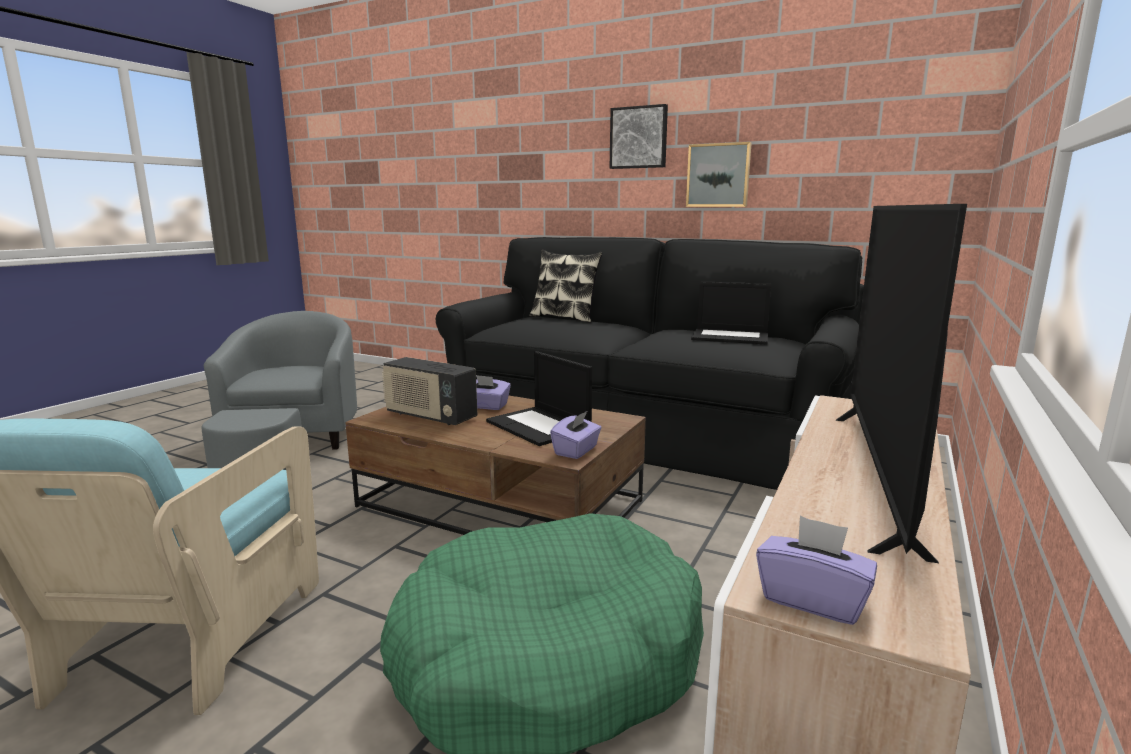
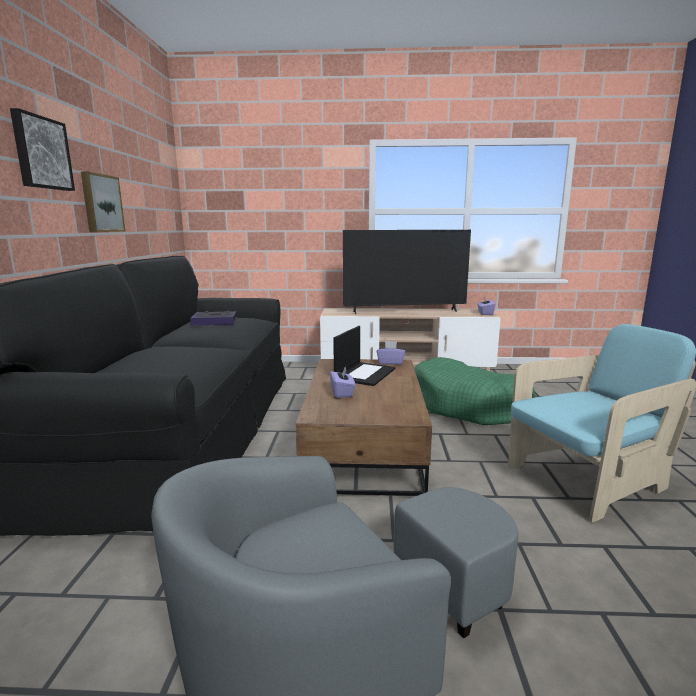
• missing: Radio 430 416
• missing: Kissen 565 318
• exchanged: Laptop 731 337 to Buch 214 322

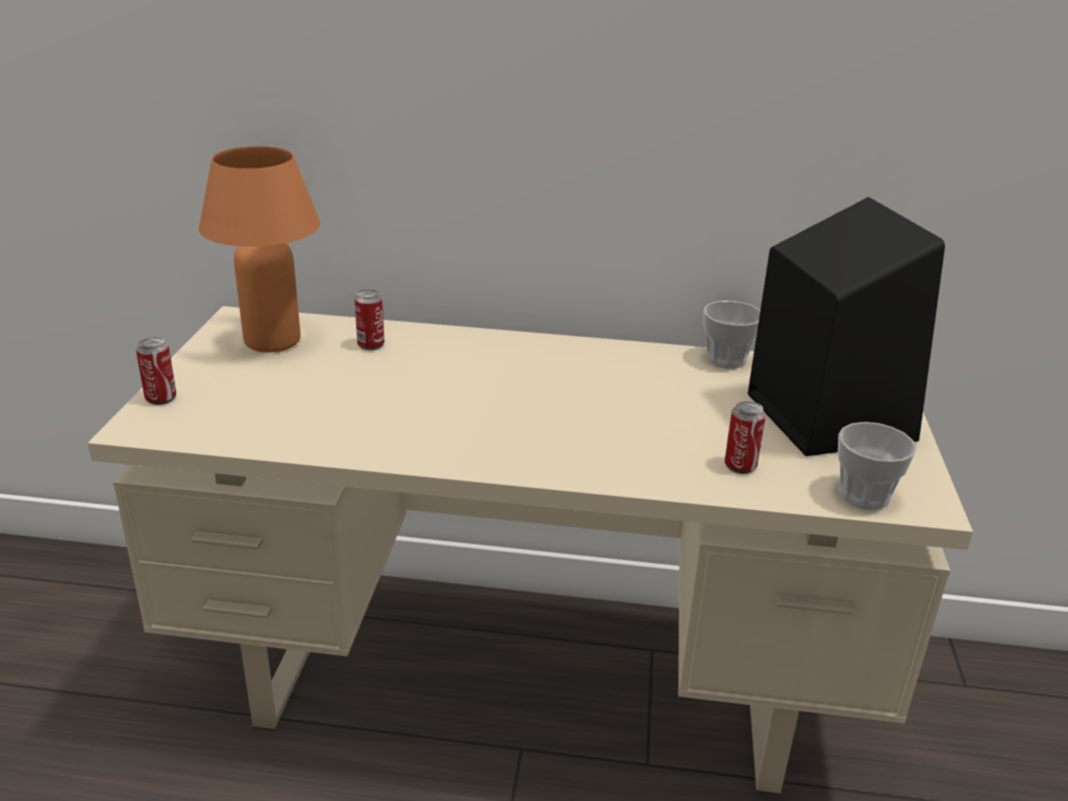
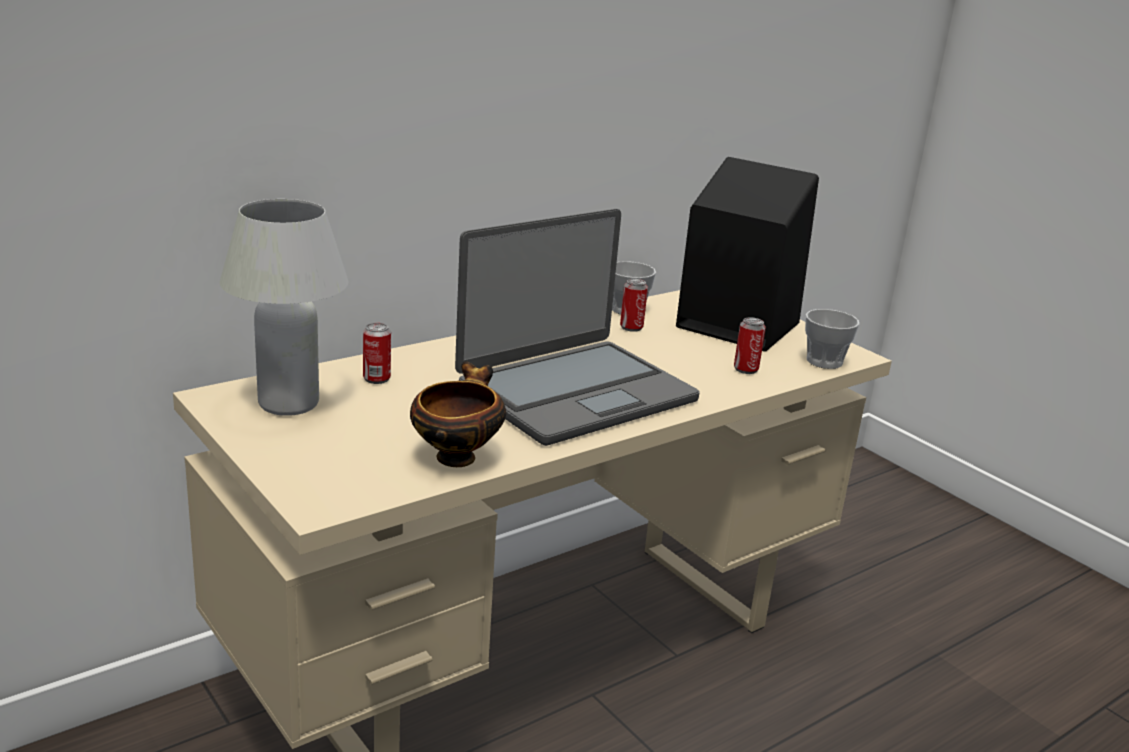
• relocated: Dose 161 398 to 631 327
• colour: Tischlampe/orange 272 341 to Tischlampe/weiß 289 404
• appeared: Schüssel 456 456
• appeared: Laptop 575 392

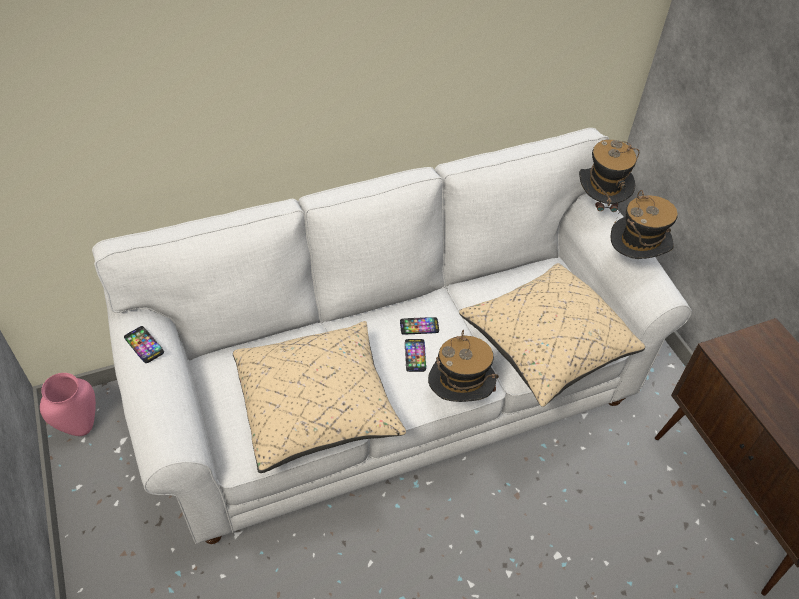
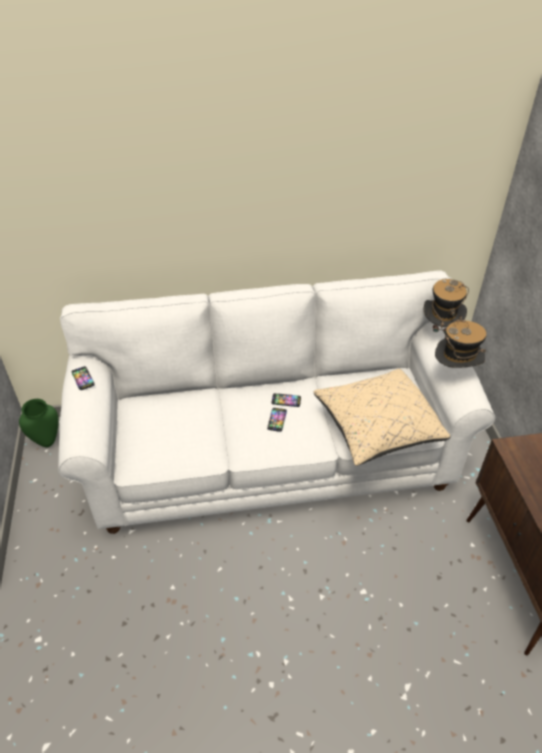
• colour: Vase/rosa 80 427 to Vase/grün 47 441
• missing: Kissen/beige 317 407
• missing: Hut 459 397

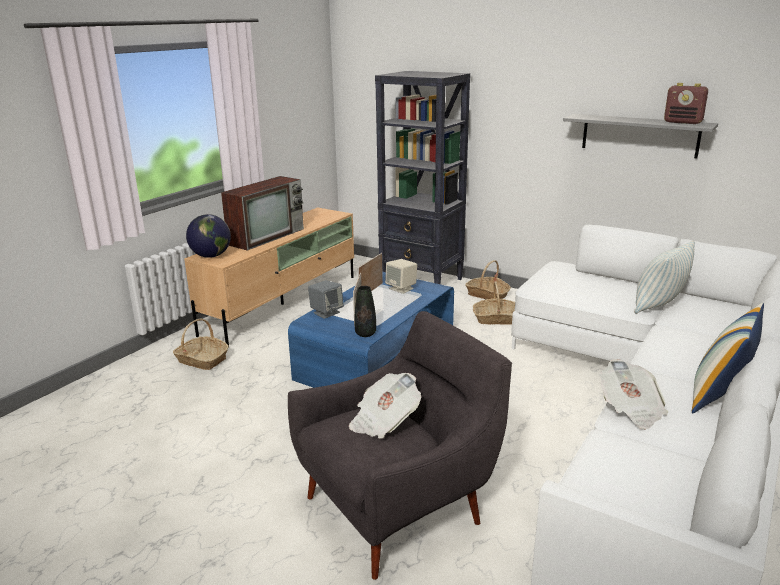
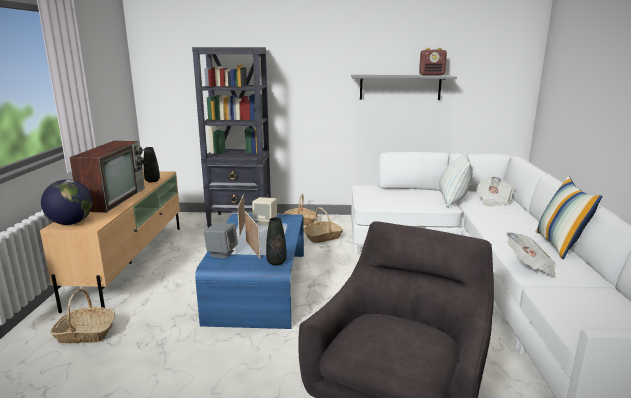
• relocated: Zeitung 384 421 to 492 201
• appeared: Vase/schwarz 152 181

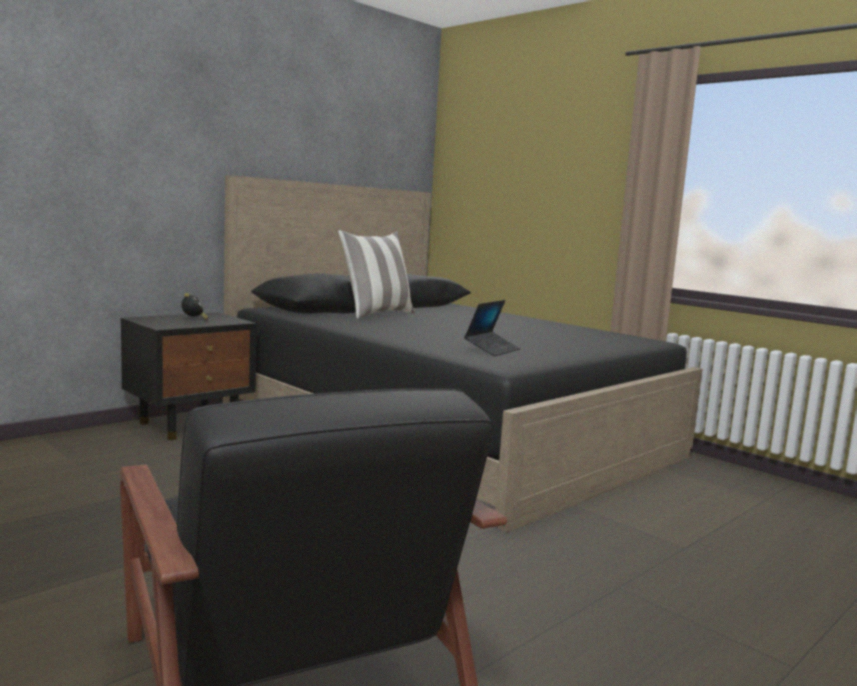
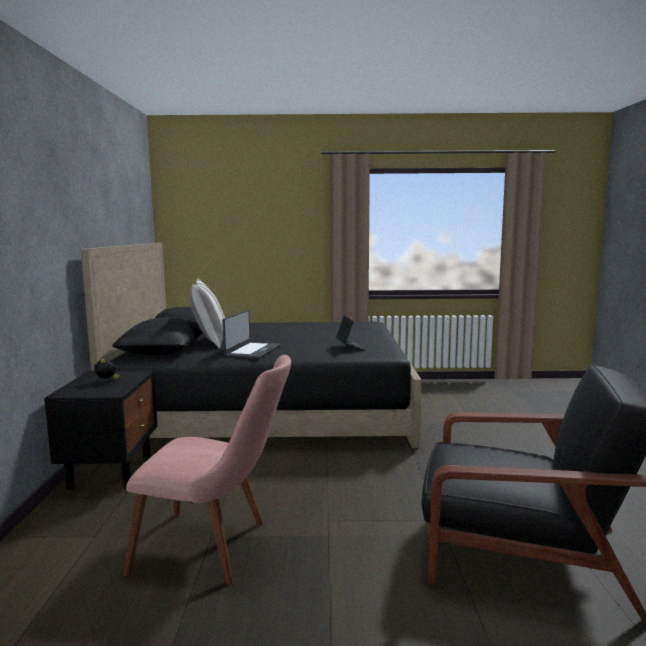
• appeared: Stuhl/rosa 217 547
• appeared: Laptop 252 351

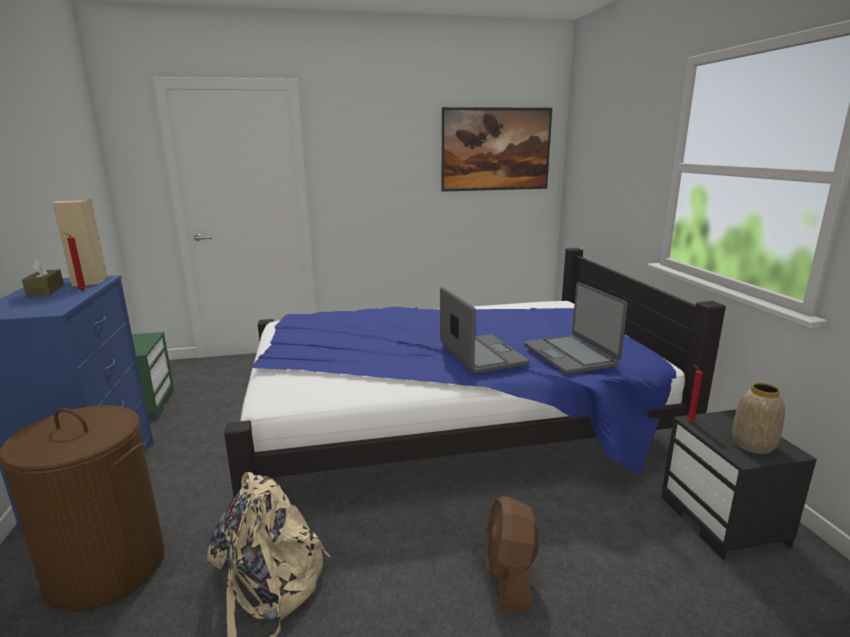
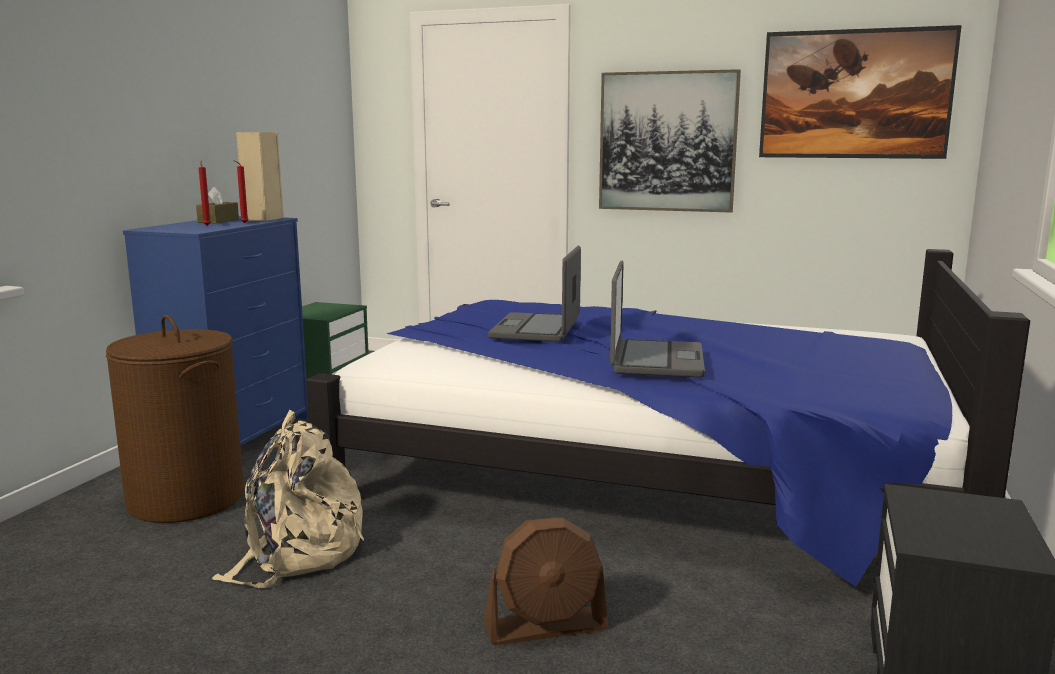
• spun: Ventilator/braun 509 577 = 546 627 135 degrees counterclockwise
• relocated: Laptop 570 355 to 537 329
• relocated: Kerze/rot 689 421 to 207 225
• missing: Vase 752 445
• appeared: Bild 667 142

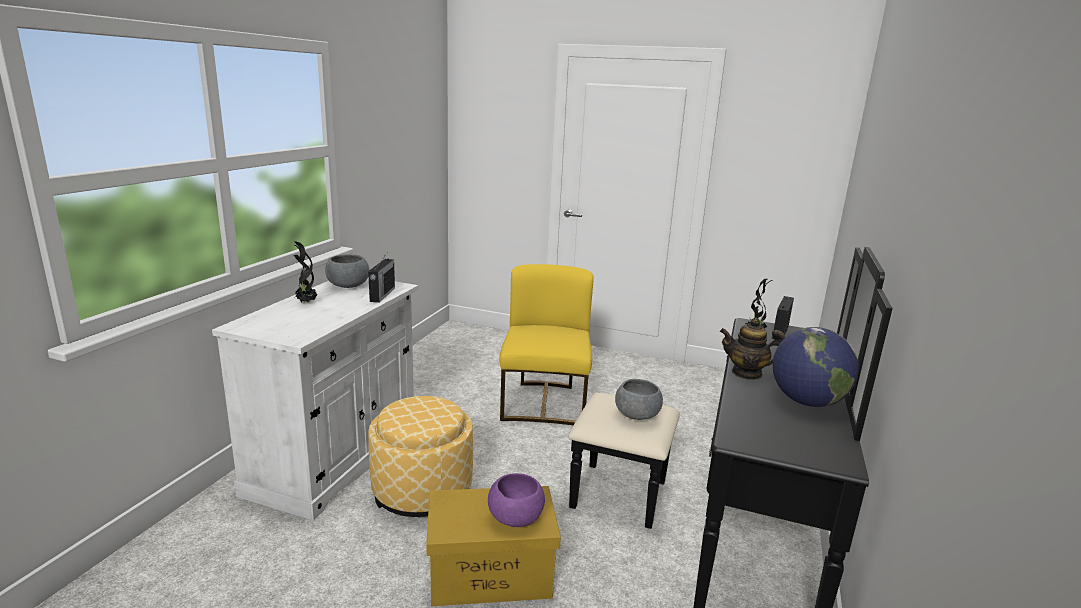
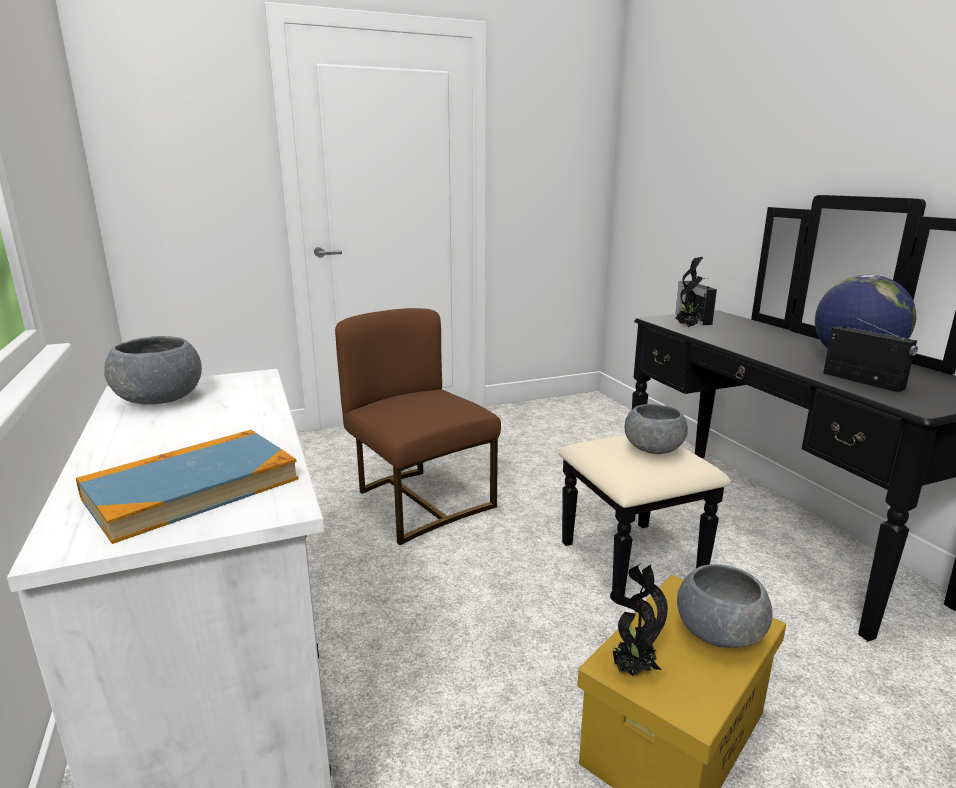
• relocated: Topfpflanze 305 302 to 632 670
• relocated: Radio 382 295 to 864 381
• missing: Polsterhocker 422 491
• colour: Schüssel/lila 516 518 to Schüssel/grau 719 633
• colour: Stuhl/gelb 544 403 to Stuhl/braun 419 501
• missing: Teekanne 747 373
• appeared: Buch 192 488

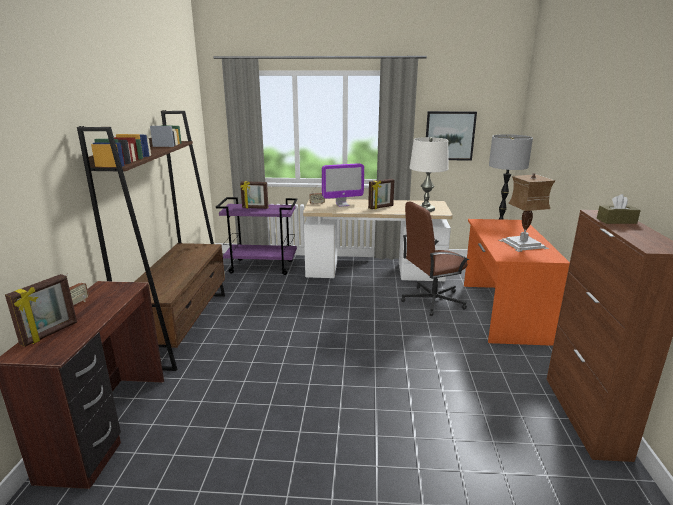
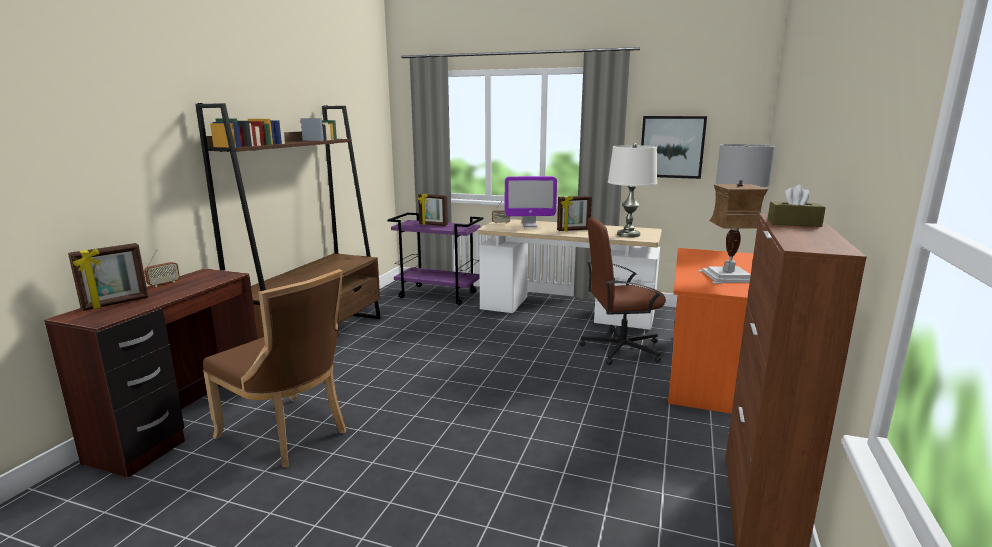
• appeared: Stuhl/braun 288 434

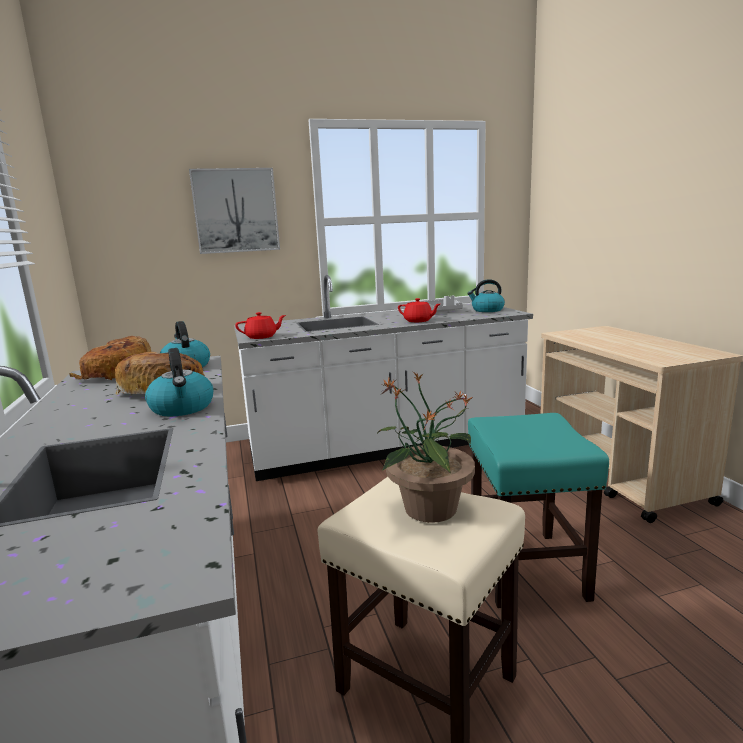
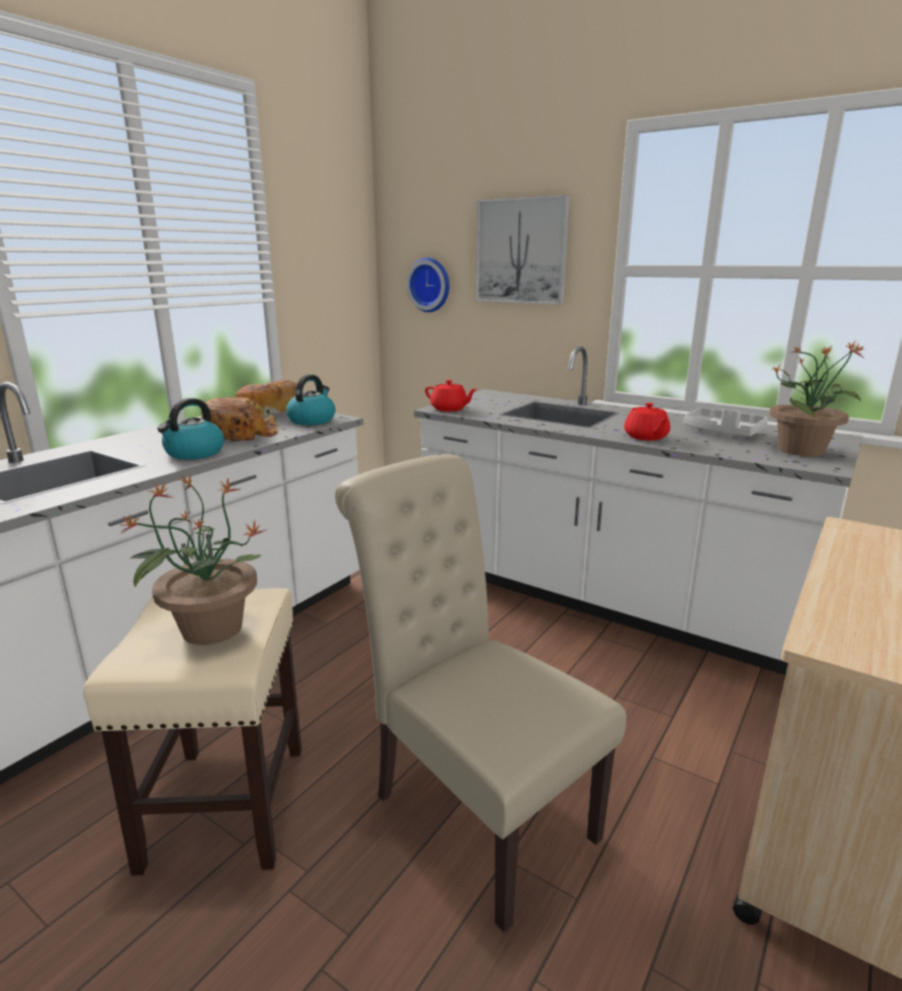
• exchanged: Wasserkessel 487 310 to Topfpflanze 802 450
• exchanged: Hocker/türkis 525 566 to Stuhl/beige 473 809
• appeared: Wanduhr 430 285

